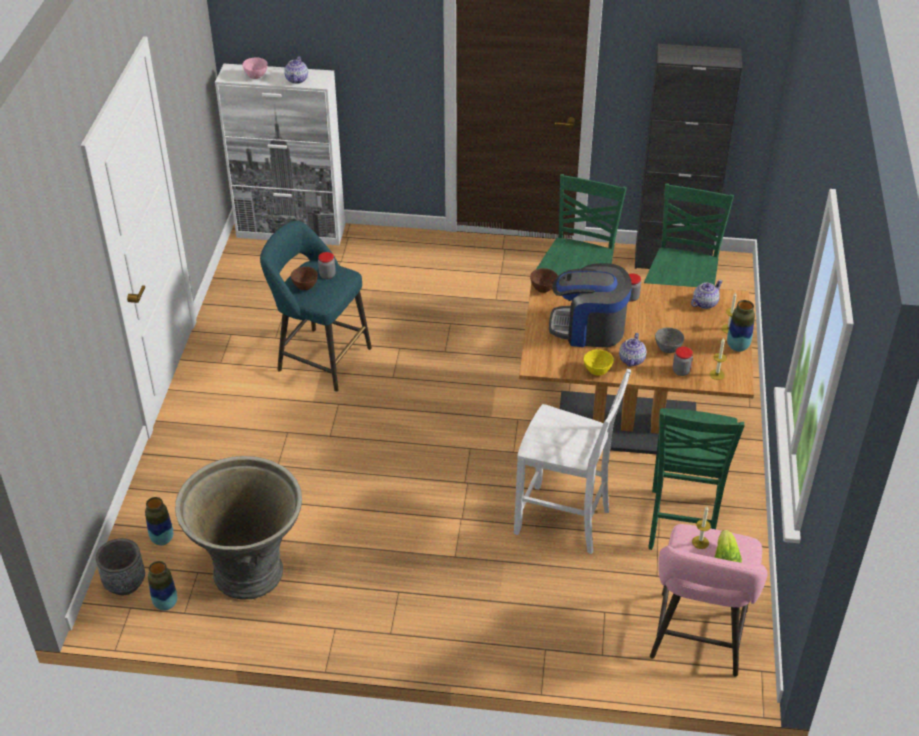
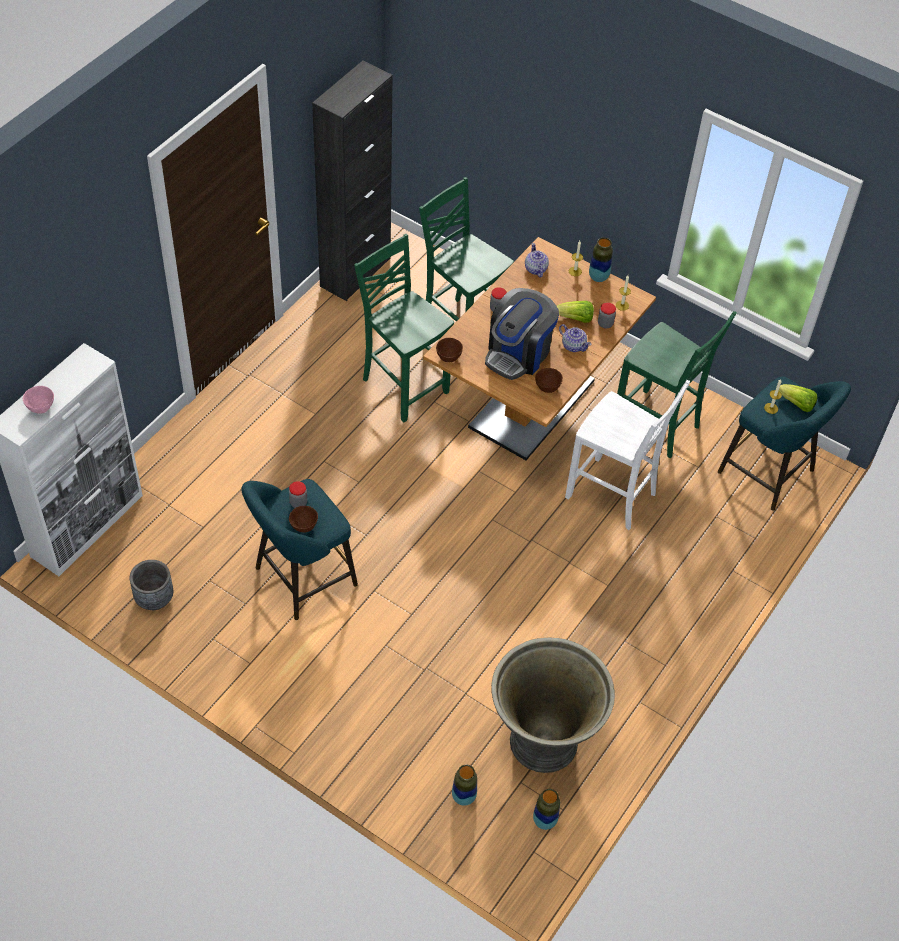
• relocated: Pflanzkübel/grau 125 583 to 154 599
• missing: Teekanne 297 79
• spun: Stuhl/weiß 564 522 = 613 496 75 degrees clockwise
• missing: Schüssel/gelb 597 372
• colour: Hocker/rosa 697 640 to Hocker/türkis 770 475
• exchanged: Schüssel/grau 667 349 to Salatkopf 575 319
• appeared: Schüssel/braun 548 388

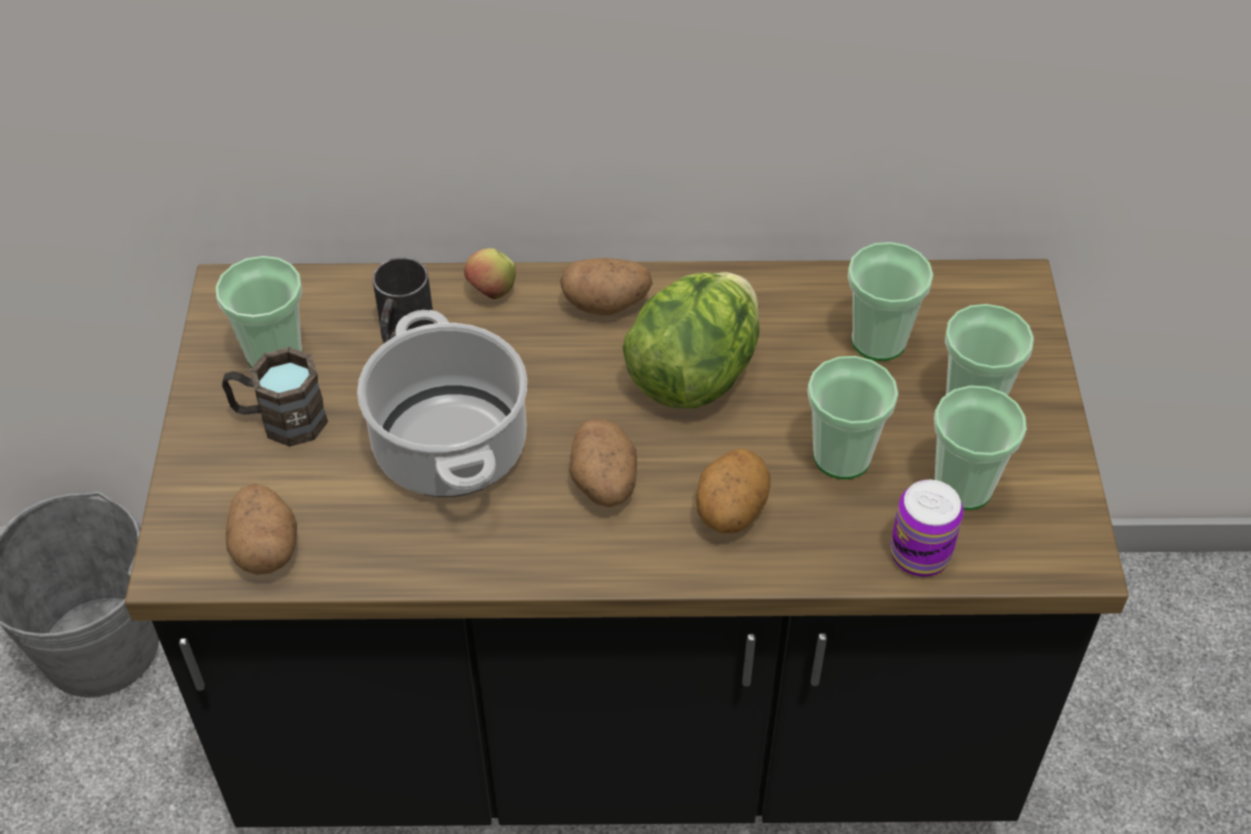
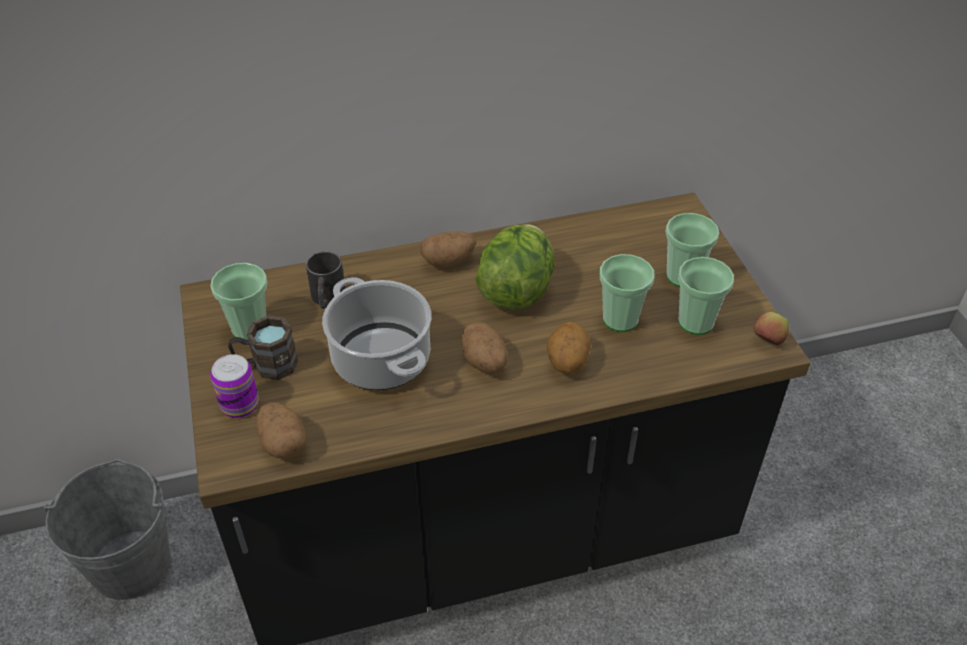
• relocated: Apfel 491 292 to 768 341
• missing: Tasse 878 341
• relocated: Dose 920 554 to 240 404

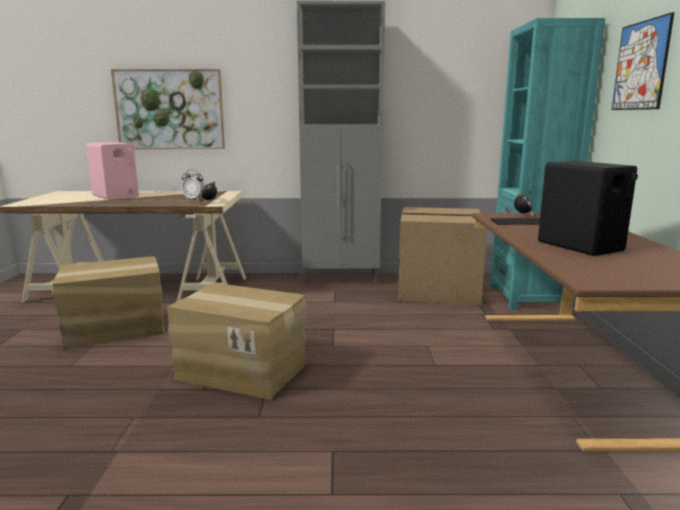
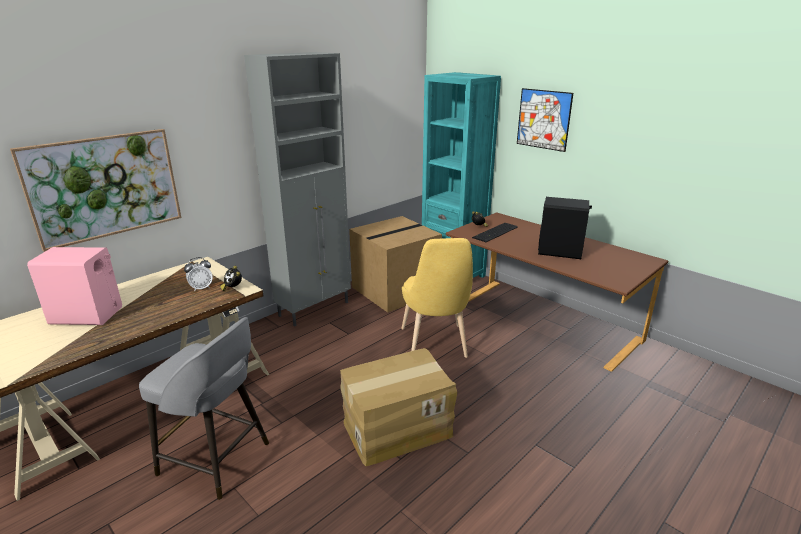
• exchanged: Karton 115 329 to Hocker/grau 217 460
• appeared: Stuhl/gelb 435 345

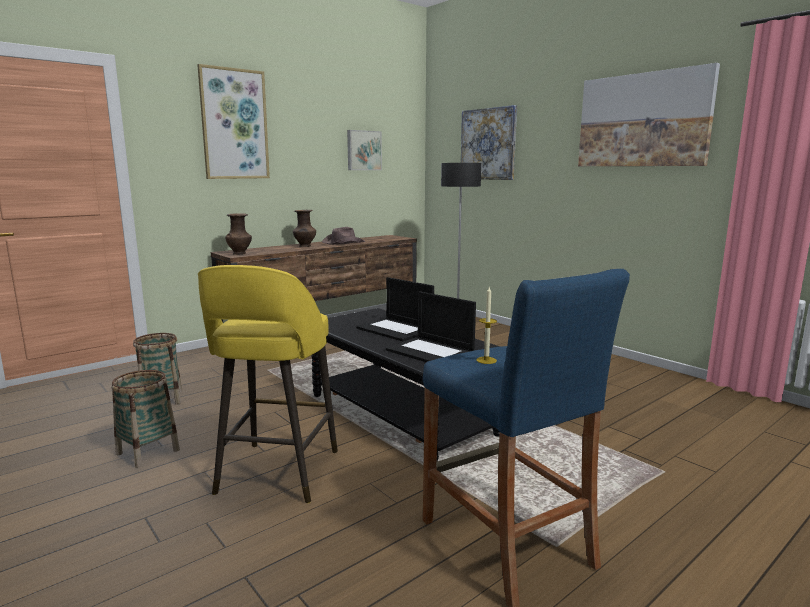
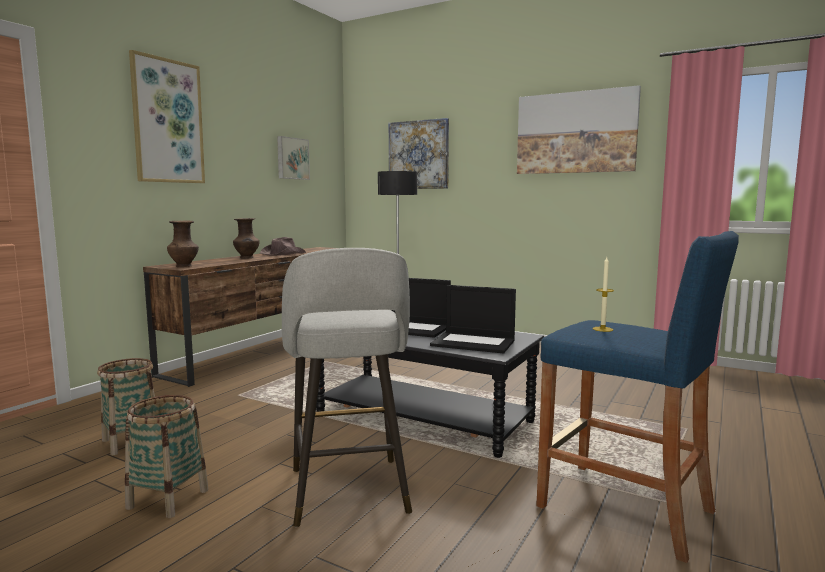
• colour: Hocker/gelb 276 474 to Hocker/grau 348 493

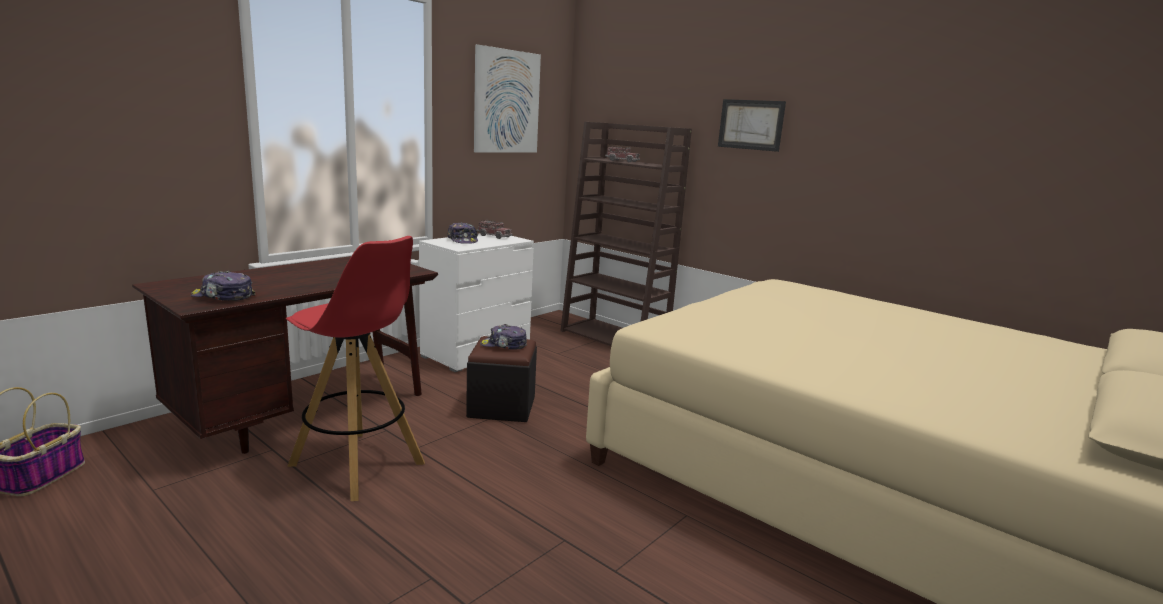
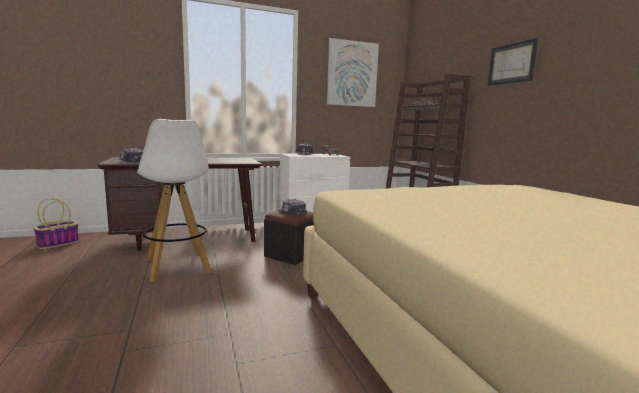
• colour: Hocker/rot 358 464 to Hocker/weiß 177 266

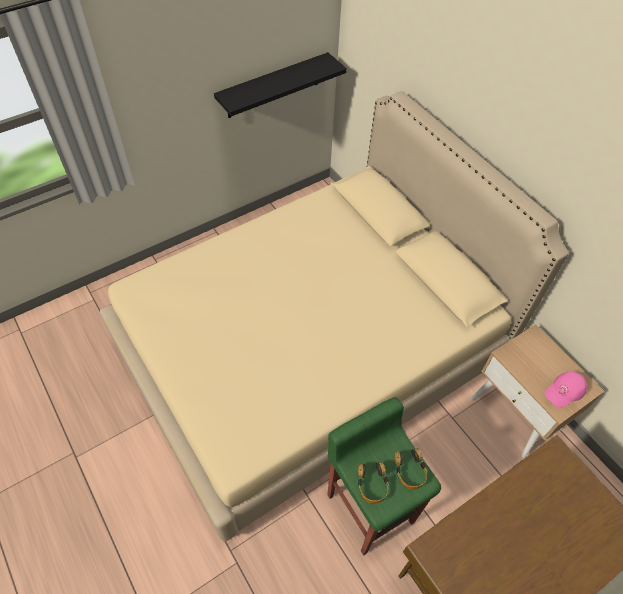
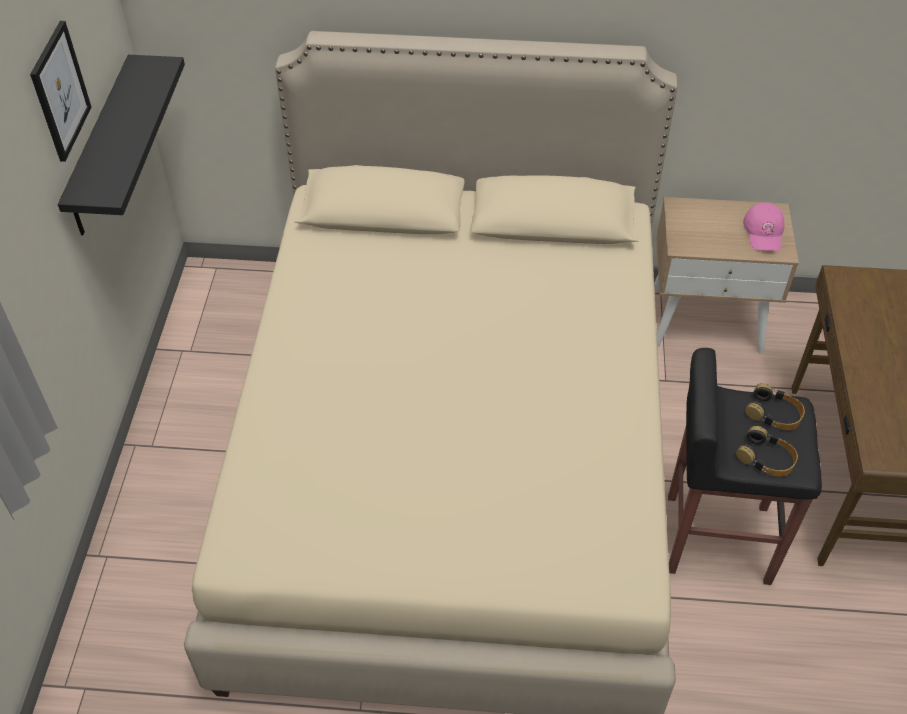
• colour: Hocker/grün 370 506 to Hocker/schwarz 715 537
• appeared: Bild 60 91

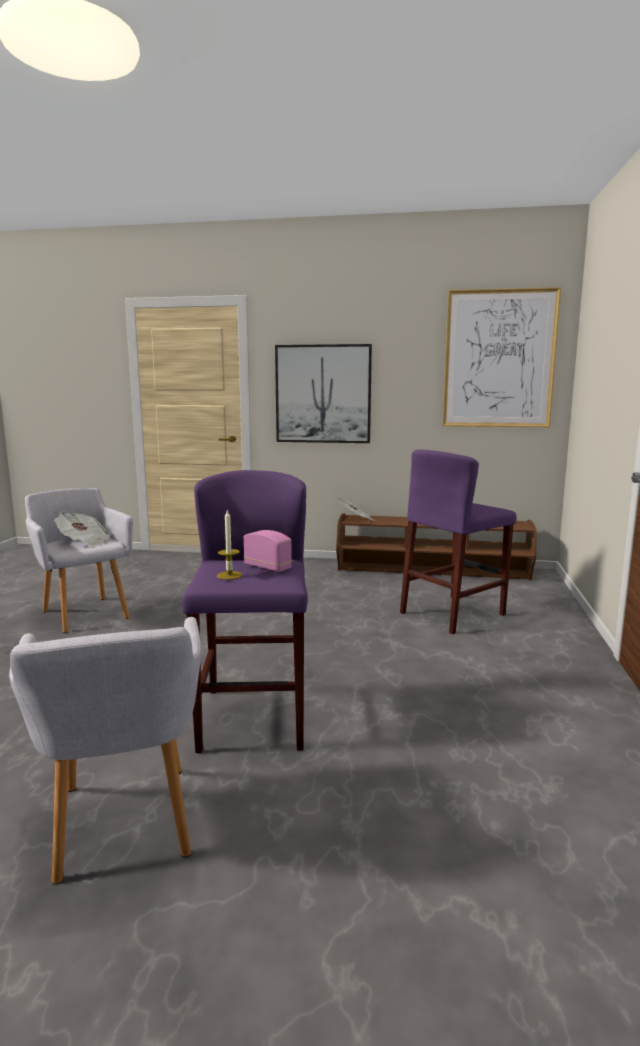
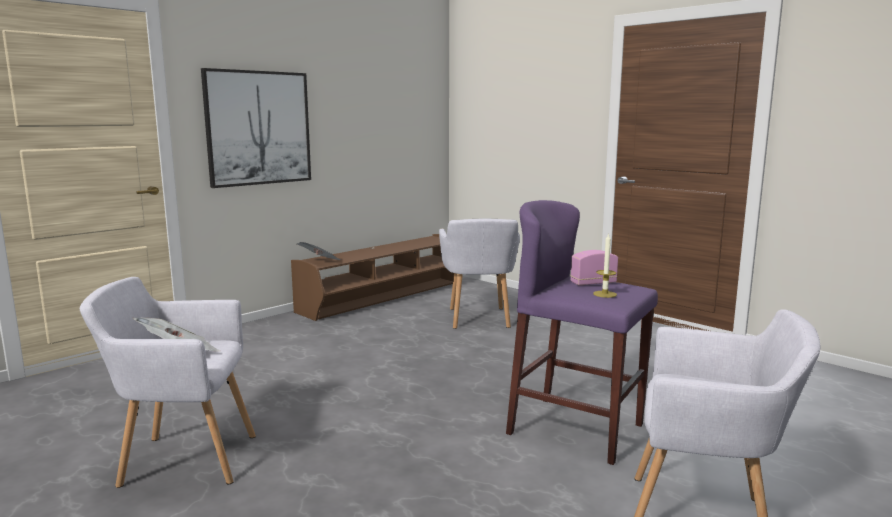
• exchanged: Hocker/lila 452 614 to Sessel/grau 478 319
• missing: Bild 499 359

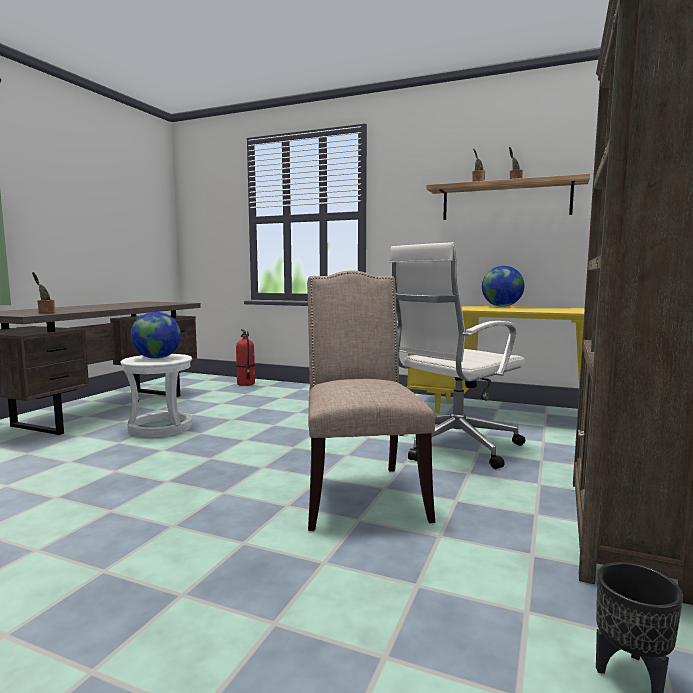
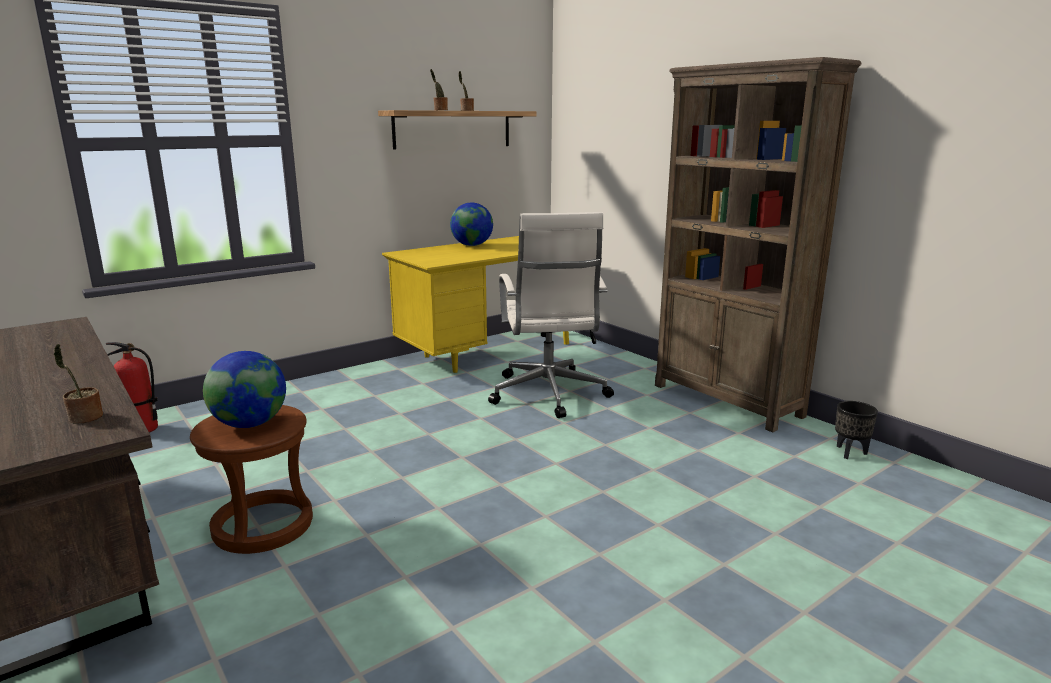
• colour: Hocker/weiß 160 428 to Hocker/braun 263 525
• missing: Stuhl/beige 360 493

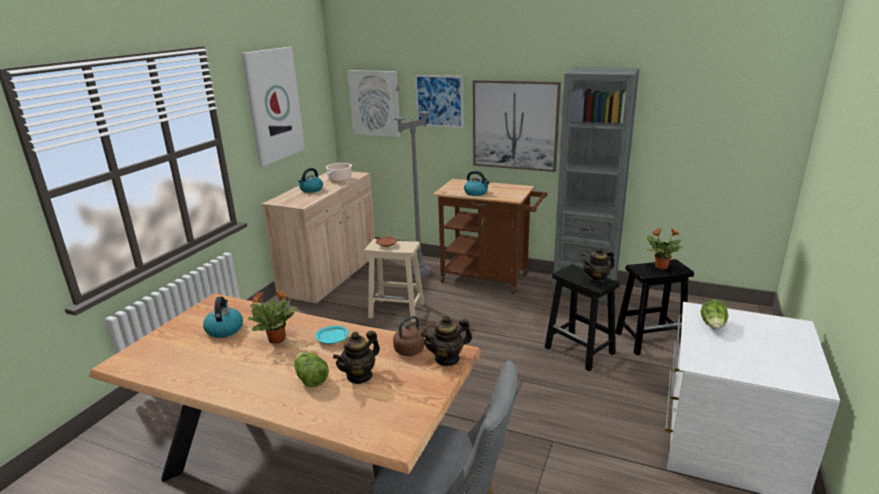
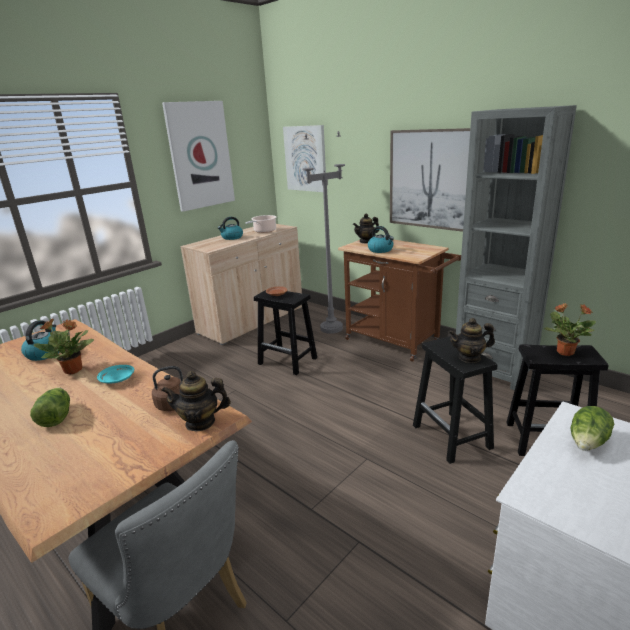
• relocated: Teekanne 359 376 to 366 241
• colour: Hocker/beige 397 310 to Hocker/schwarz 288 361
• missing: Bild 439 101

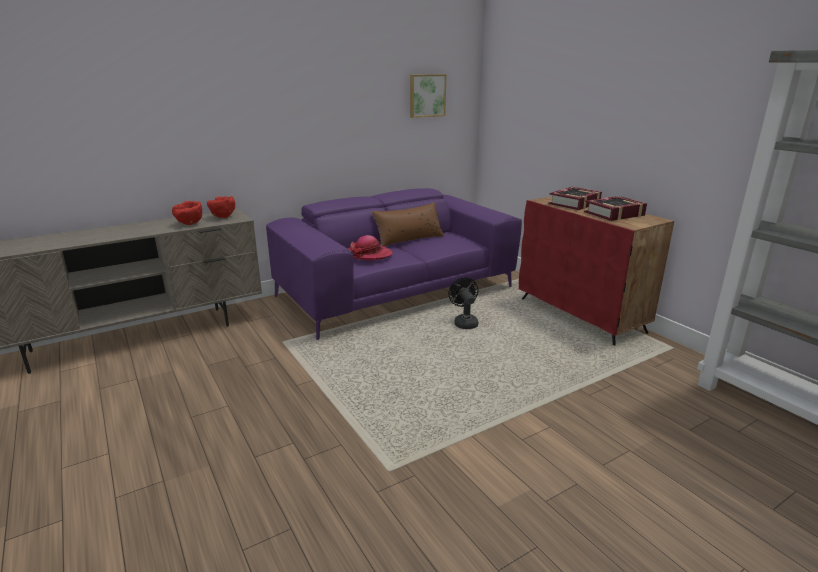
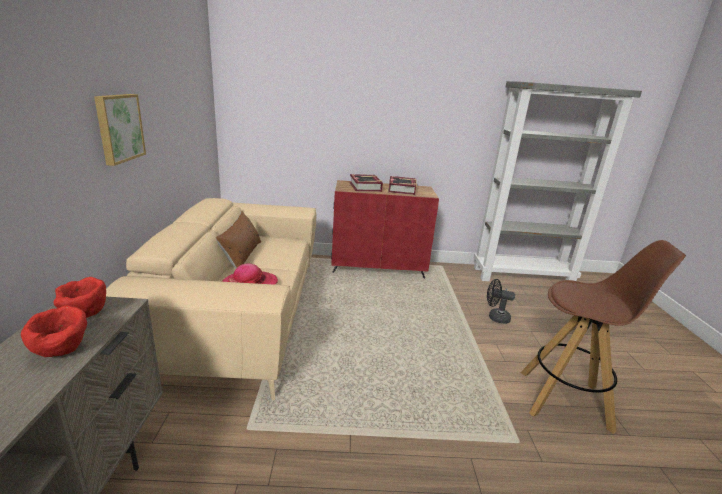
• colour: Sofa/lila 396 292 to Sofa/beige 241 313
• relocated: Bild 426 95 to 118 128
• relocated: Ventilator/schwarz 464 322 to 495 317
• appeared: Hocker/braun 565 400

